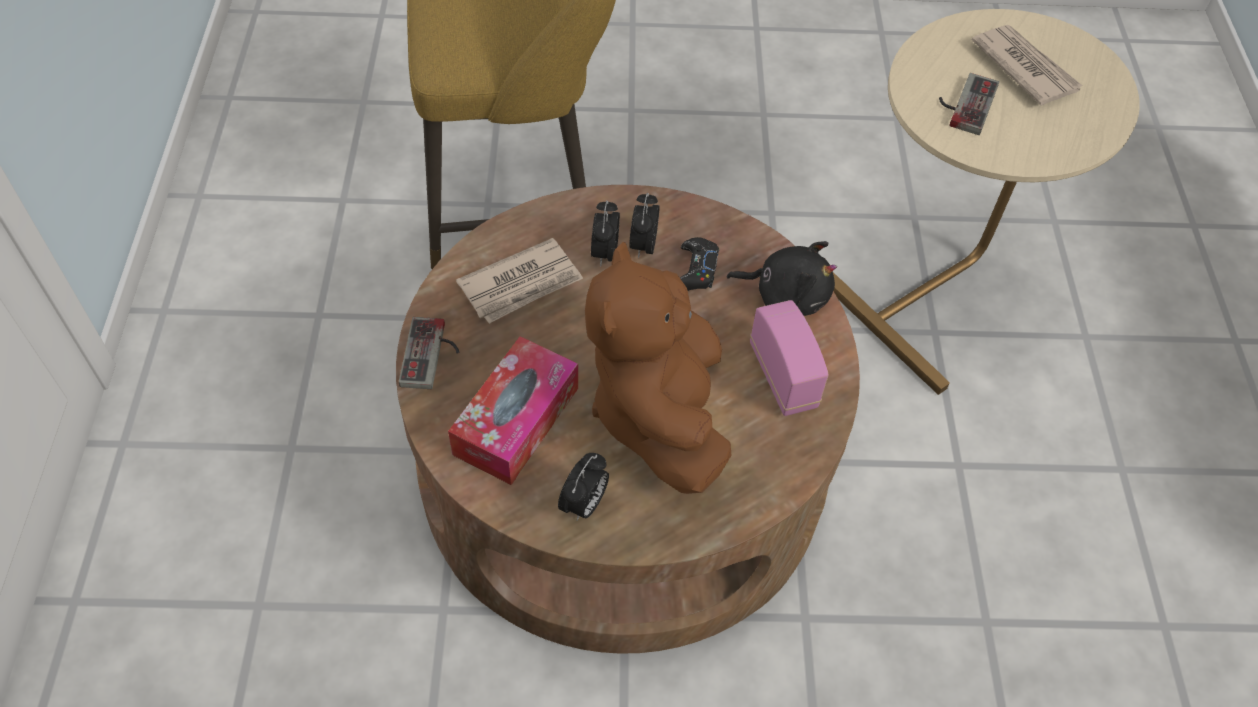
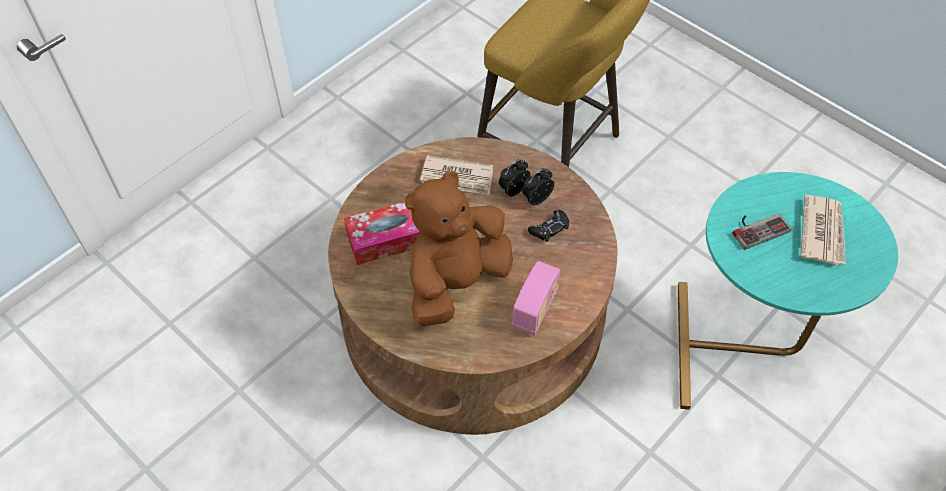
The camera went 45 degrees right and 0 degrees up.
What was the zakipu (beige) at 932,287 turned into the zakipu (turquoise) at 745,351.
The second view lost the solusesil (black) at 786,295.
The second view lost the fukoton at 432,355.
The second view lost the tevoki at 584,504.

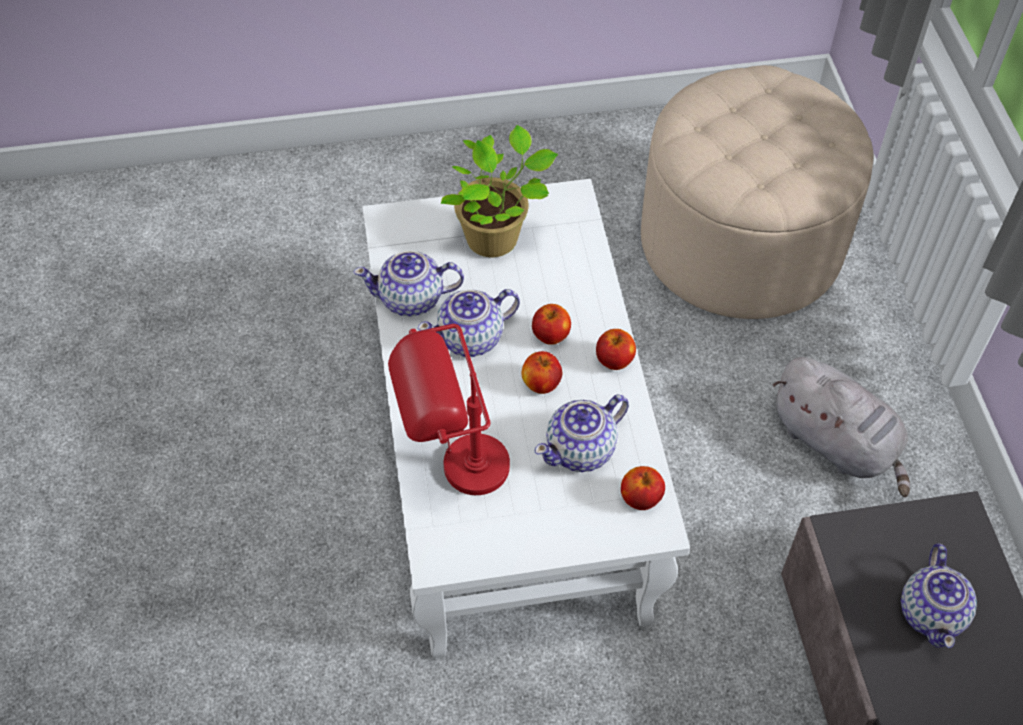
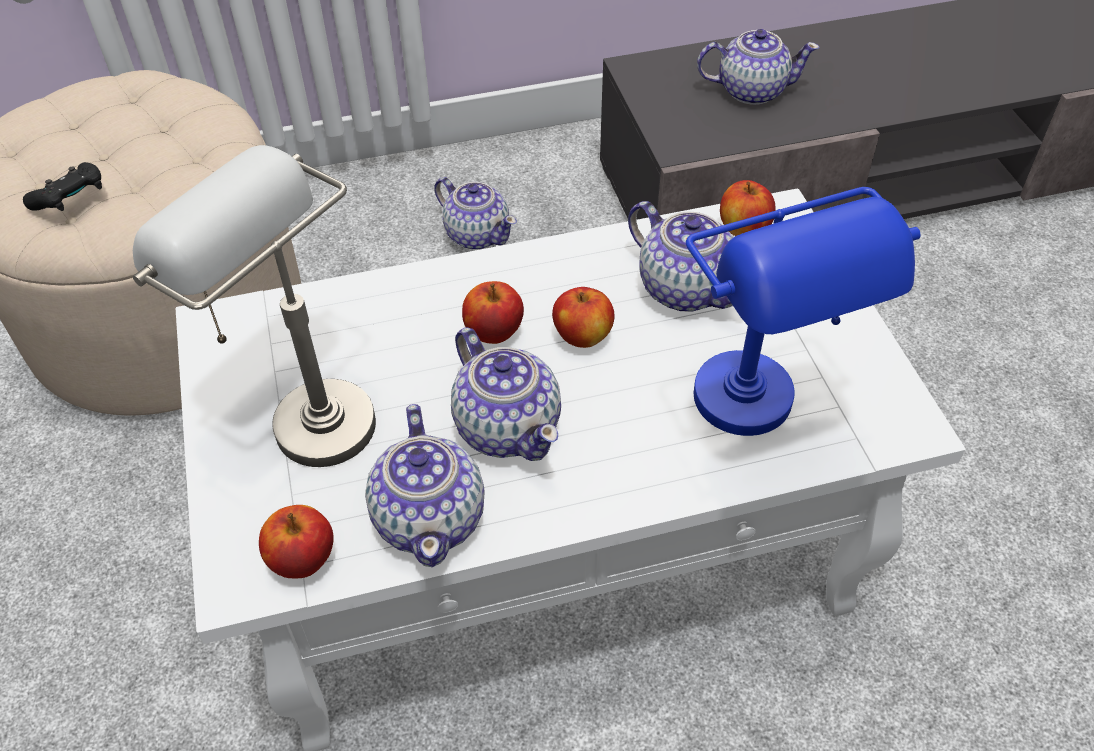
The camera went 95 degrees left and 5 degrees down.
Where the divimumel stood at 496,238, the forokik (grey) came to stand at 296,413.
What was the forokik (red) at 454,474 turned into the forokik (blue) at 762,421.
The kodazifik ended up elsewhere, having gone from 614,360 to 302,560.
Where the solusesil (grey) stood at 837,443, the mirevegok came to stand at 477,234.
The second view gained the fukoton (black) at 72,200.

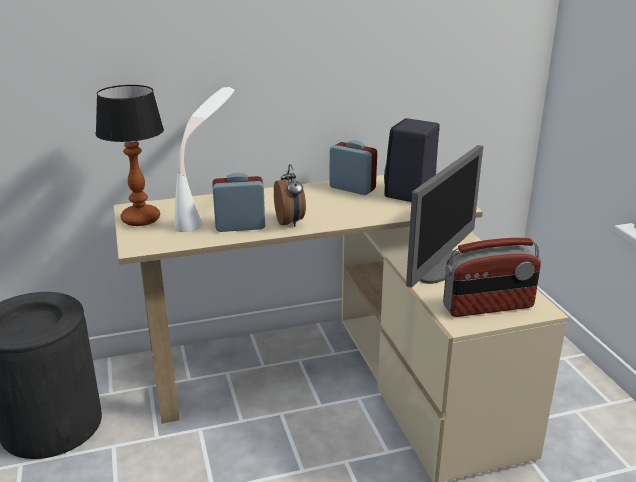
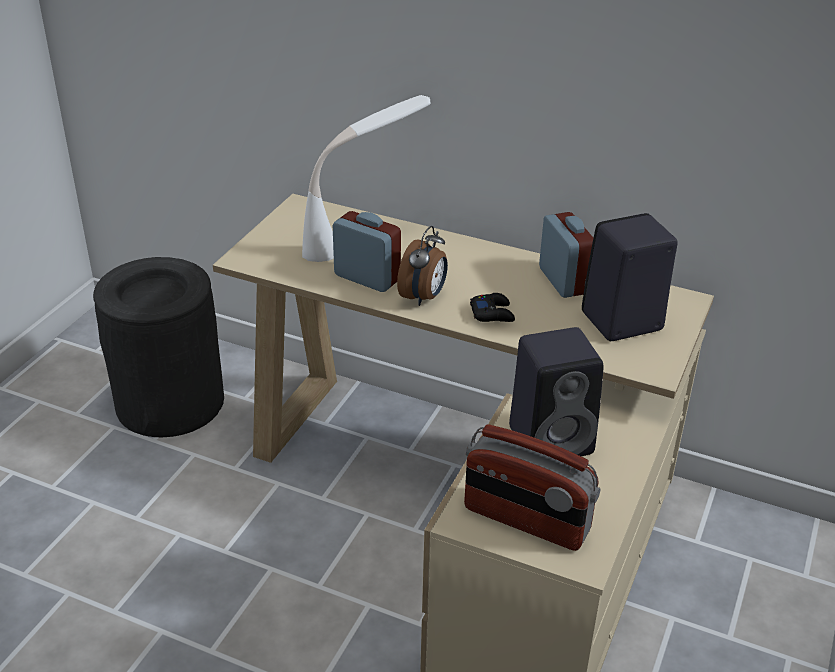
The camera went 40 degrees right and 10 degrees up.
The second view lost the forokik at 140,219.
Where the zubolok stood at 440,267, the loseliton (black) came to stand at 553,439.
The second view gained the fukoton (black) at 492,313.

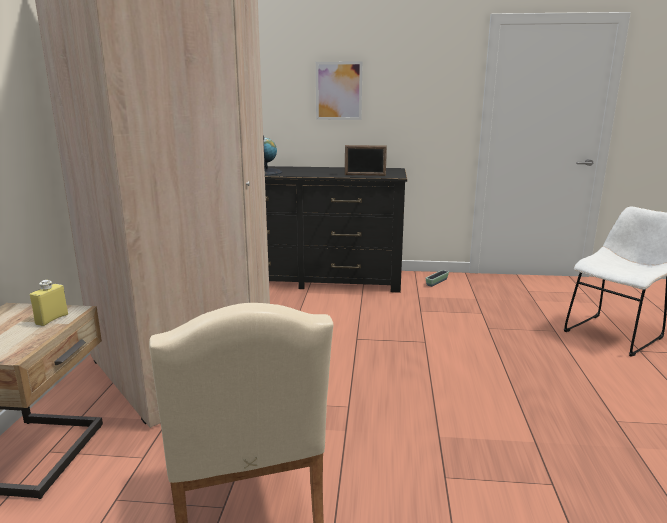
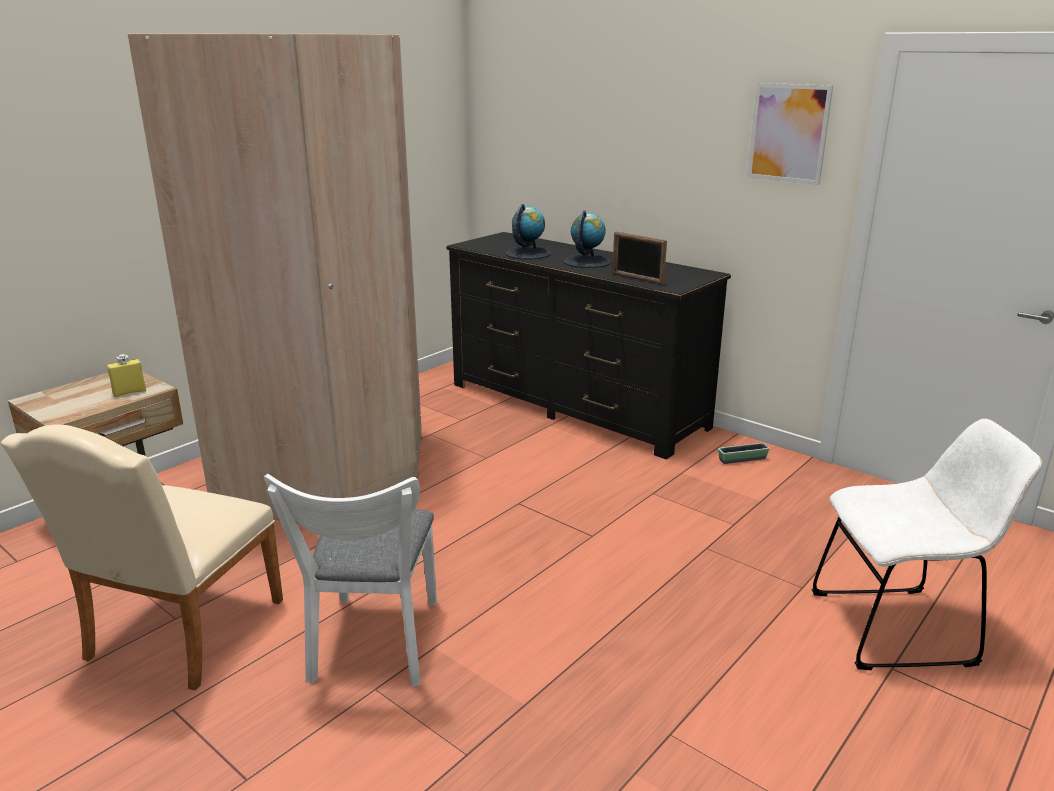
The camera went 35 degrees right and 5 degrees up.
The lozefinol ended up elsewhere, having gone from 338,91 to 788,133.
The second view gained the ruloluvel at 586,262.
The second view gained the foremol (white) at 373,647.

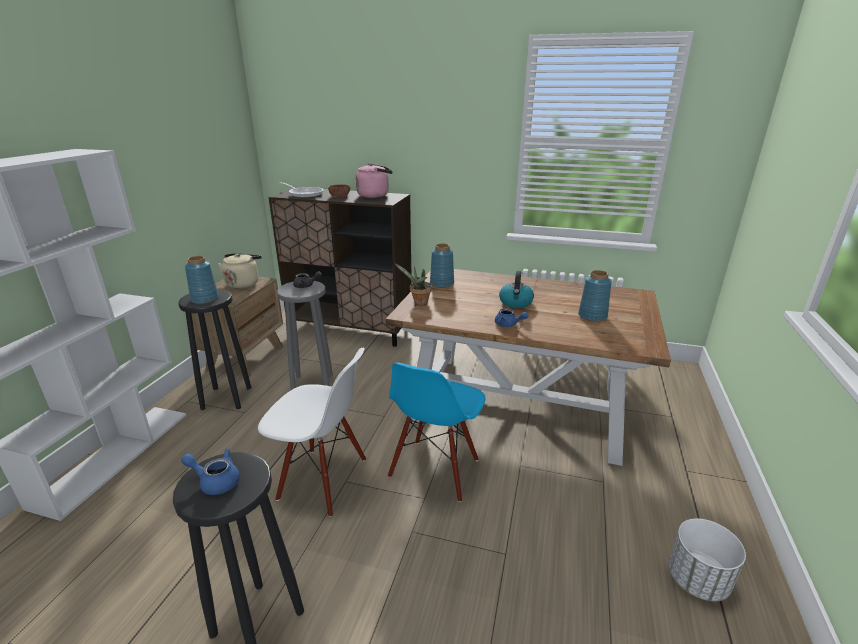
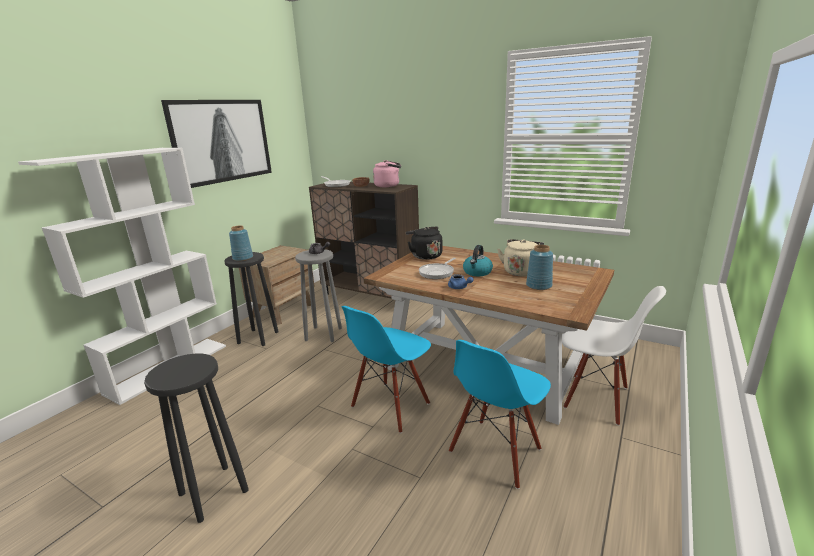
The camera went 15 degrees right and 5 degrees down.
Where the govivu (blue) stood at 442,283, the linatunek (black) came to stand at 425,256.
The linatunek (beige) ended up elsewhere, having gone from 243,283 to 521,271.
The second view lost the divimumel at 418,302.
The foremol (white) ended up elsewhere, having gone from 323,480 to 596,398.
The second view lost the mirevegok (blue) at 216,481.
The second view lost the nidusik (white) at 697,580.
The second view gained the lozefinol at 222,141.
The second view gained the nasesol at 438,273.
The second view gained the foremol (blue) at 495,452.

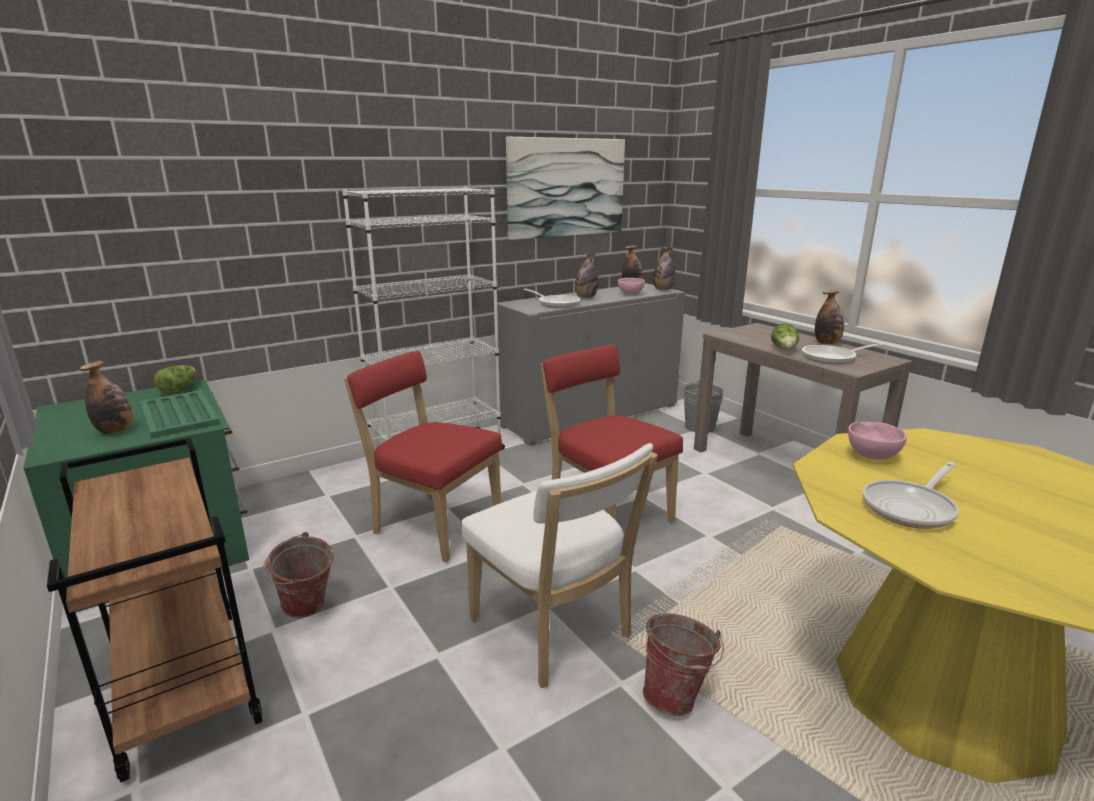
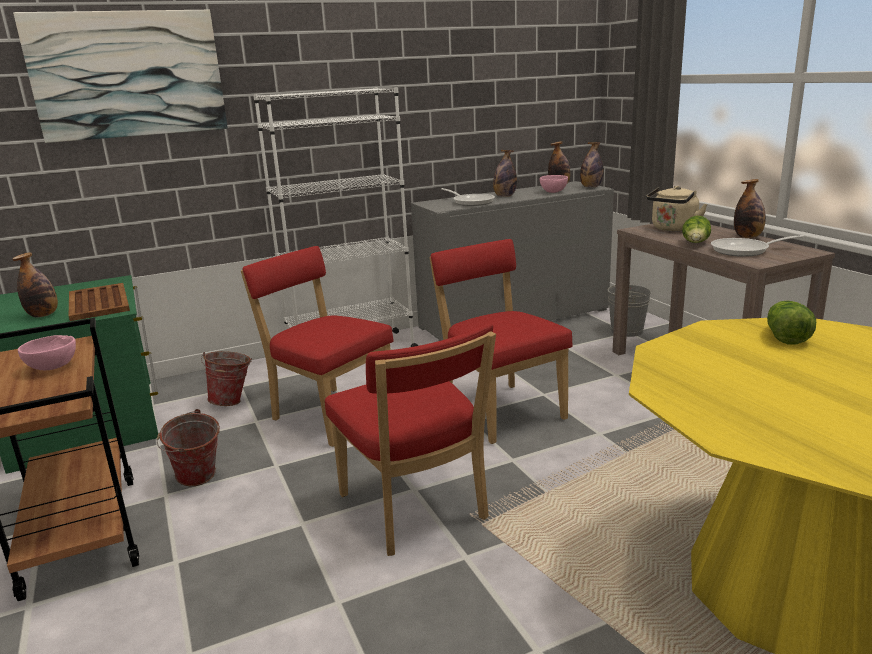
The camera went 10 degrees right and 0 degrees up.
The lozefinol ended up elsewhere, having gone from 566,187 to 128,75.
The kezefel ended up elsewhere, having gone from 179,390 to 785,336.
What was the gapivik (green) at 178,415 turned into the gapivik (brown) at 98,303.
The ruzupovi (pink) ended up elsewhere, having gone from 873,456 to 53,367.
What was the foremol (white) at 554,632 turned into the foremol (red) at 415,511.
The second view lost the nasesol at 911,508.
The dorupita ended up elsewhere, having gone from 678,696 to 233,401.
The second view gained the linatunek (beige) at 673,229.

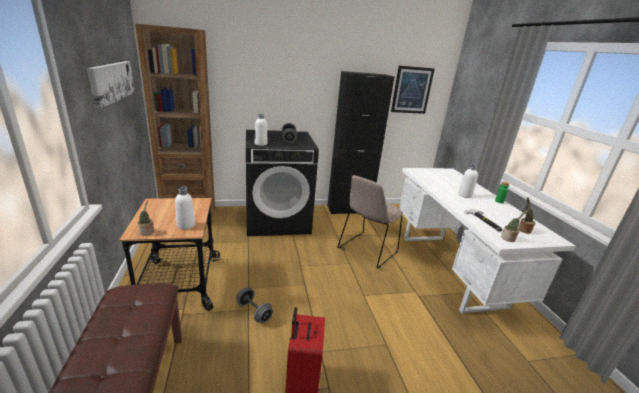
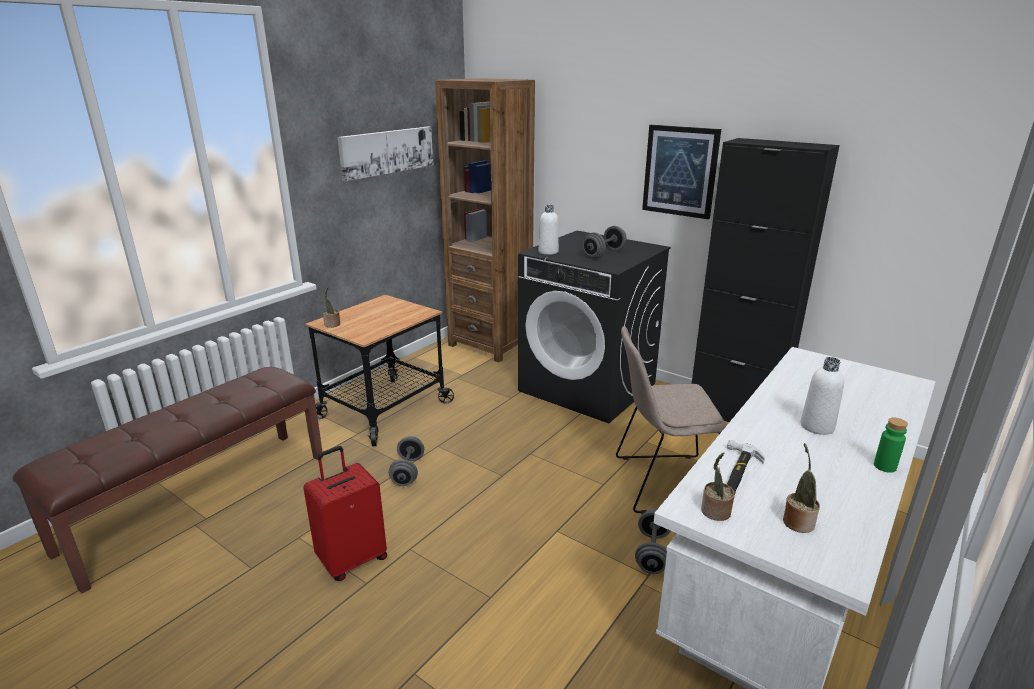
The camera went 50 degrees right and 0 degrees up.
The lozefinol ended up elsewhere, having gone from 411,90 to 680,171.
The second view lost the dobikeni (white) at 186,225.
The second view gained the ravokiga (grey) at 652,553.

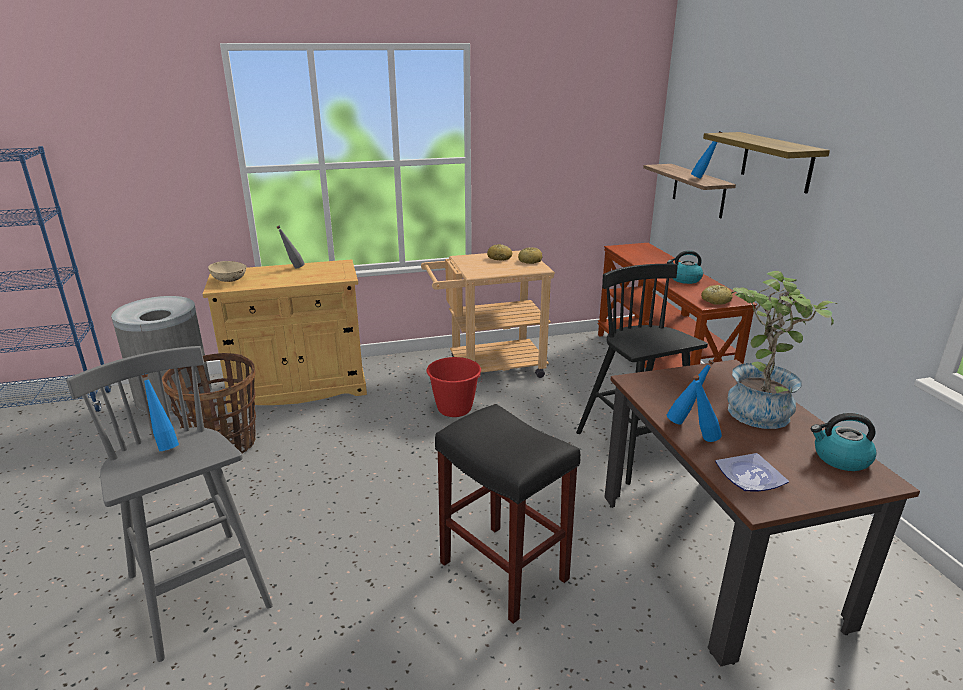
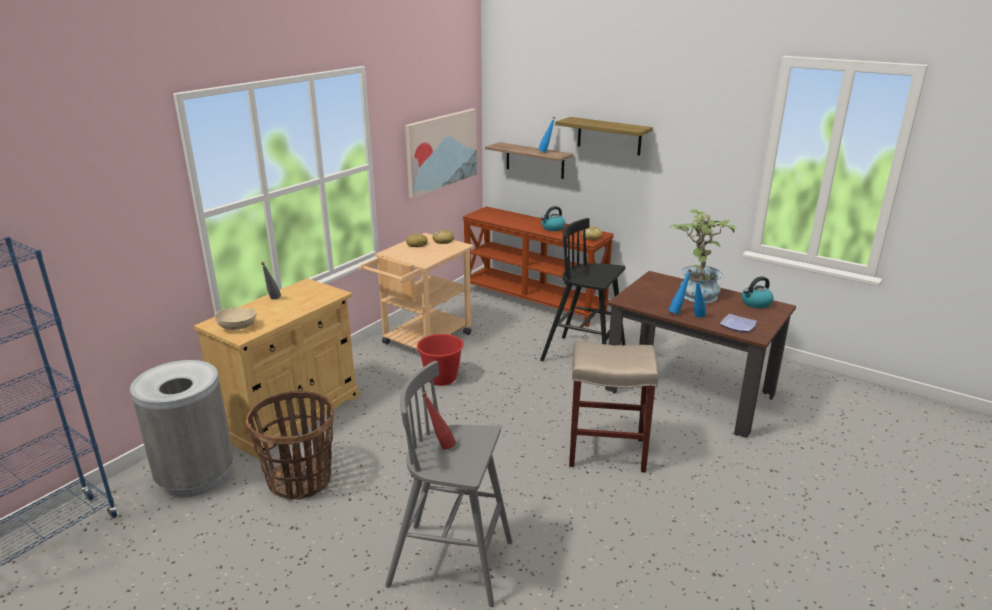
The camera went 40 degrees left and 0 degrees up.
What was the dobikeni (blue) at 166,445 turned into the dobikeni (red) at 440,446.
What was the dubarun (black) at 505,571 turned into the dubarun (beige) at 608,452.
The second view gained the lozefinol at 441,151.

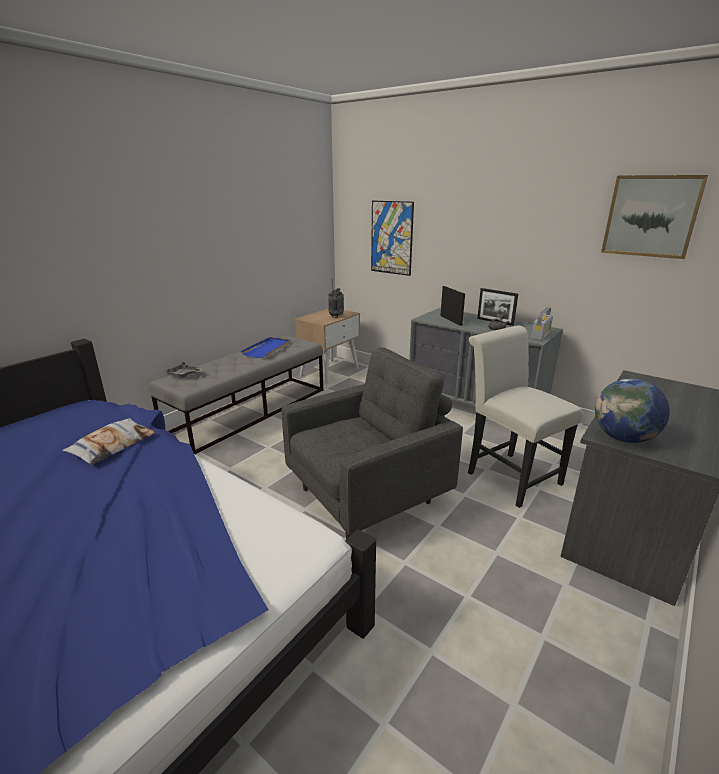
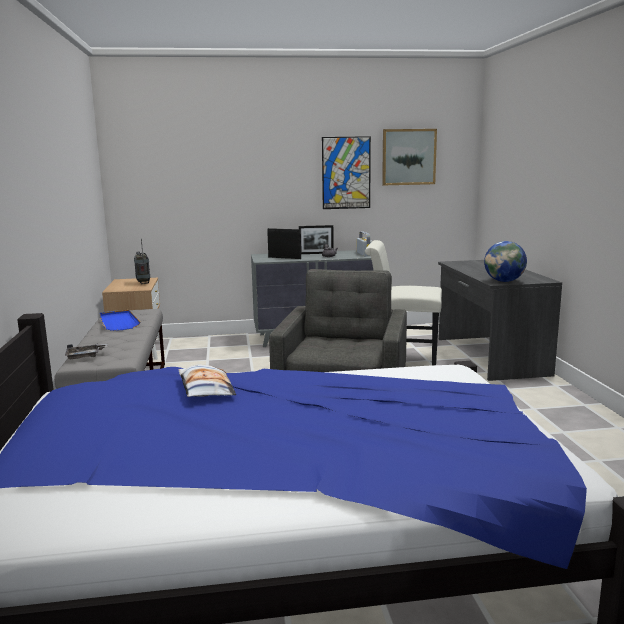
The camera went 45 degrees left and 10 degrees down.
The lozefinol ended up elsewhere, having gone from 391,238 to 346,173.

